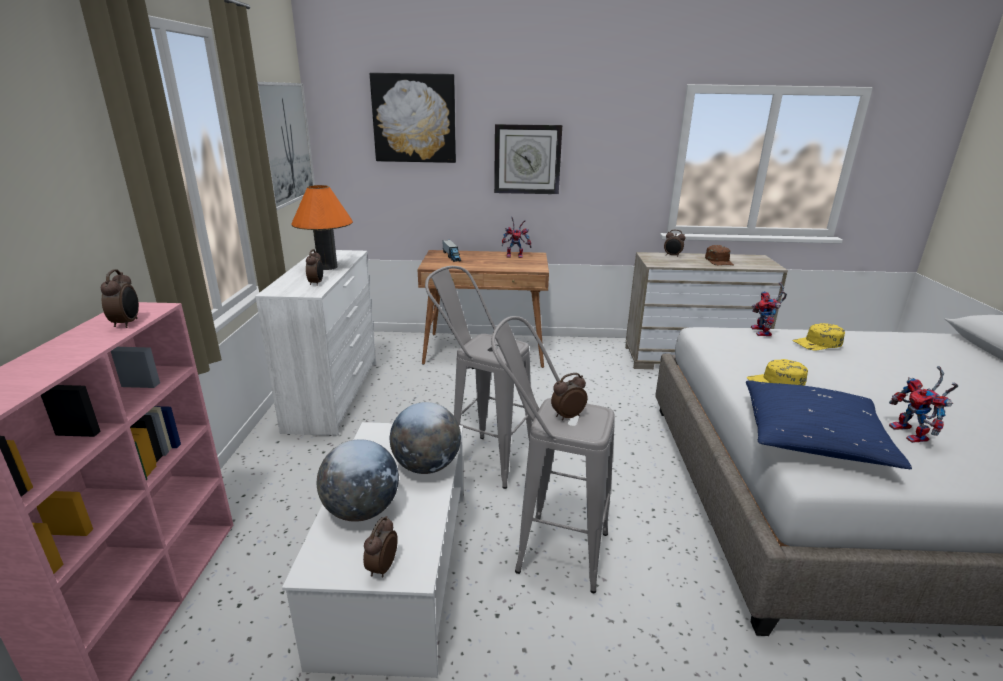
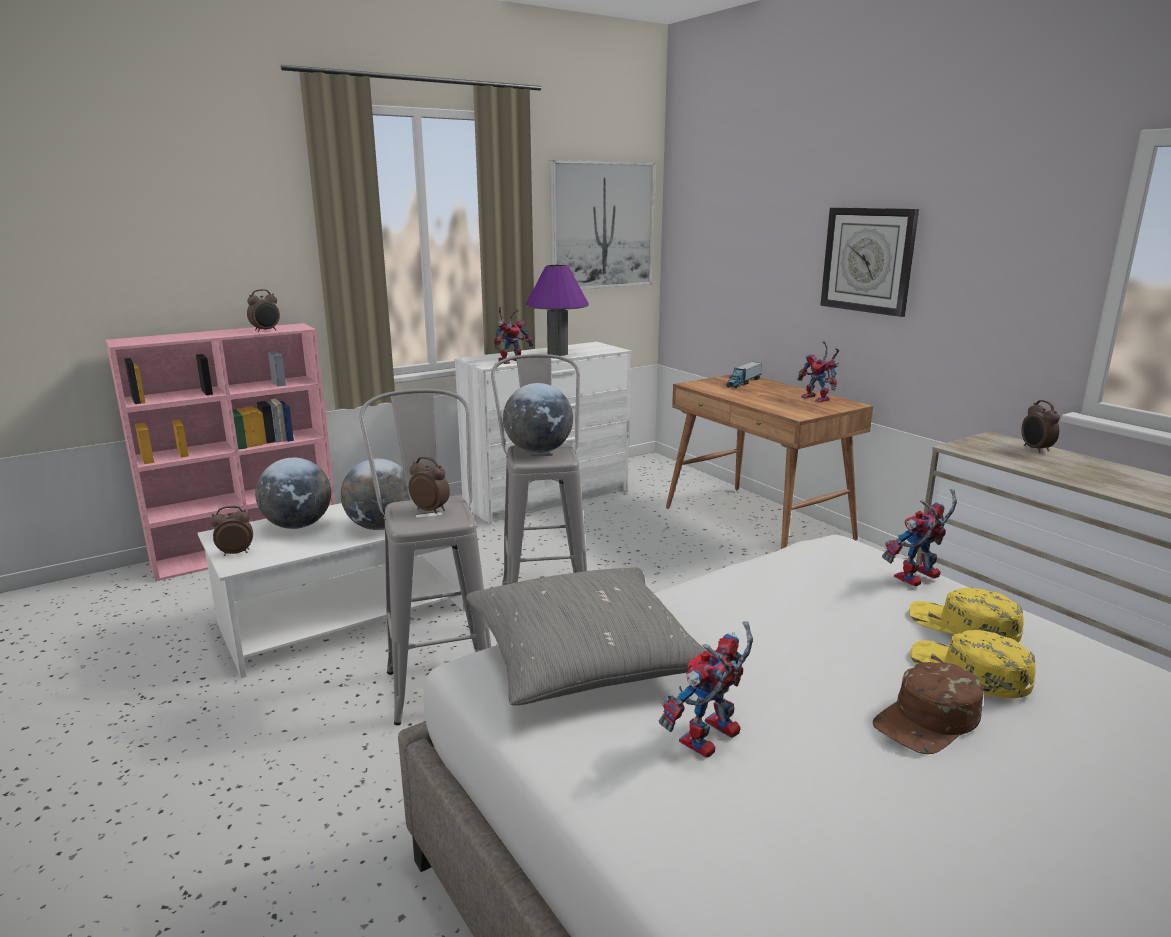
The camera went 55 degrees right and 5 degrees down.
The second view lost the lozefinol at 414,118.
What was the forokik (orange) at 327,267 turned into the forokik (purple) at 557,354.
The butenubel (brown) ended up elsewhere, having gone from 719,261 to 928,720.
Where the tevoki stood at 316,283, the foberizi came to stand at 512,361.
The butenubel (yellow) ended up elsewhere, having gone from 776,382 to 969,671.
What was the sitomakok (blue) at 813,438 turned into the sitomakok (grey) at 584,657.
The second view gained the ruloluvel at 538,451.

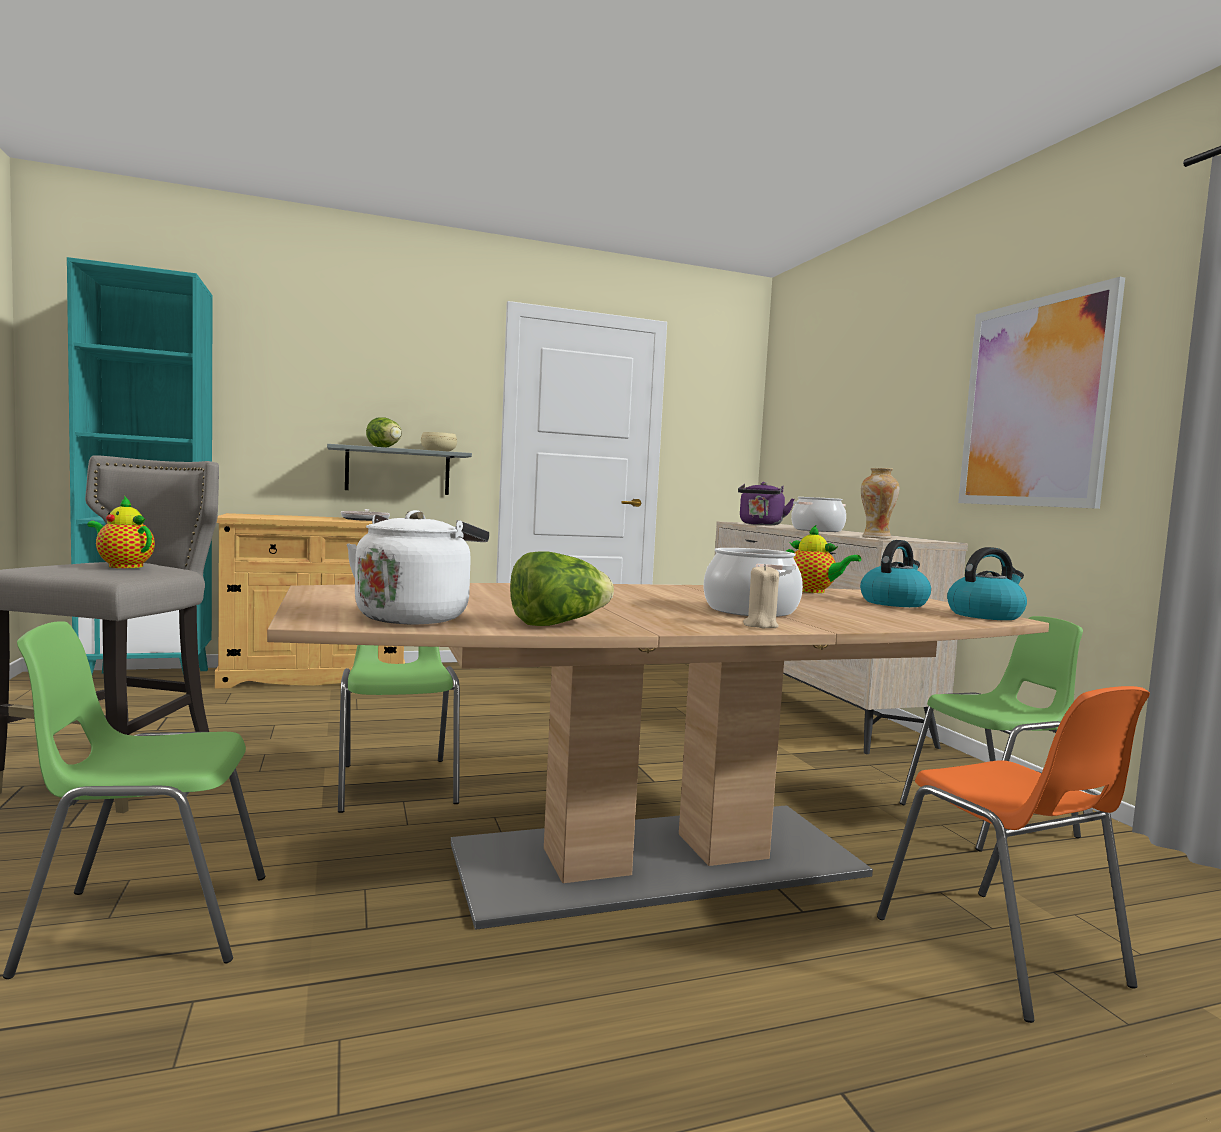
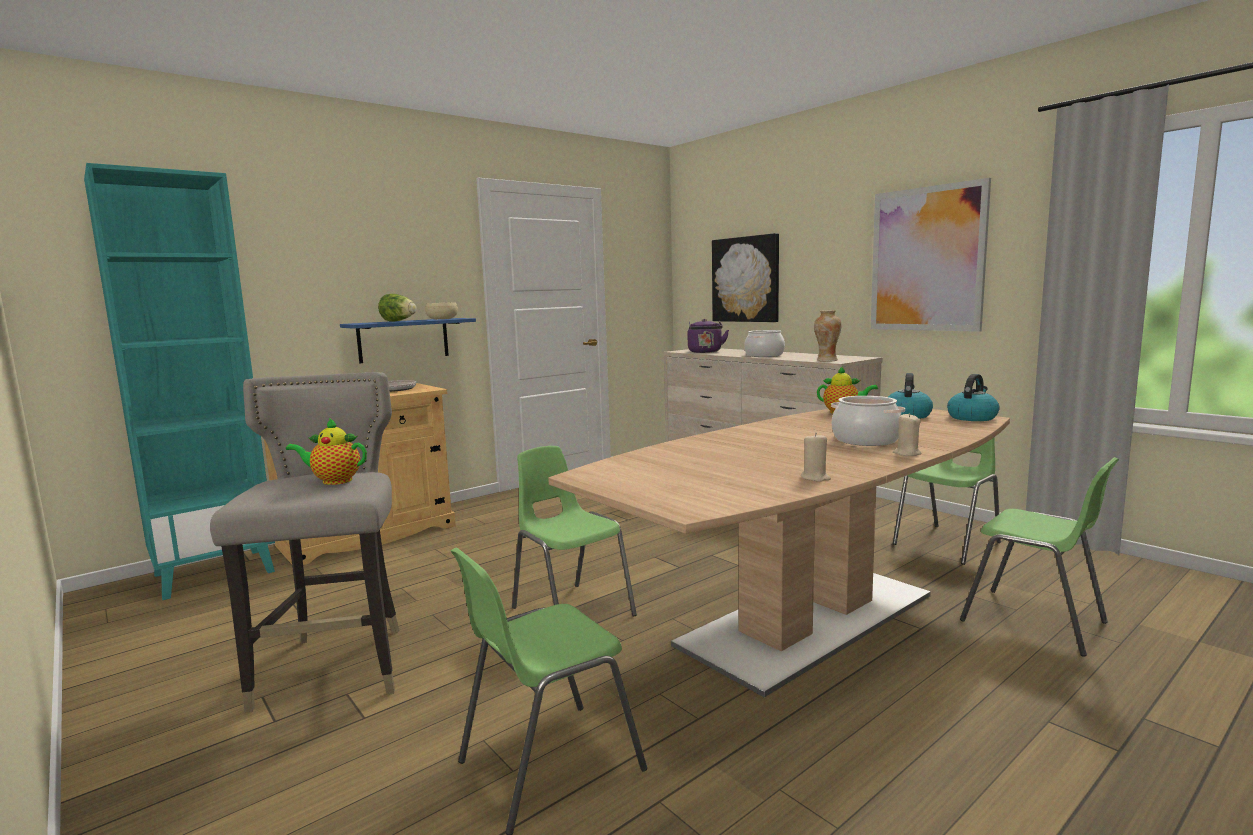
The camera went 20 degrees left and 5 degrees up.
What was the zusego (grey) at 398,471 turned into the zusego (blue) at 403,340.
The second view lost the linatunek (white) at 415,617.
Where the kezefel stood at 557,624, the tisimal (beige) came to stand at 815,478.
What was the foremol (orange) at 1001,952 turned into the foremol (green) at 1034,622.
The second view gained the lozefinol at 746,279.

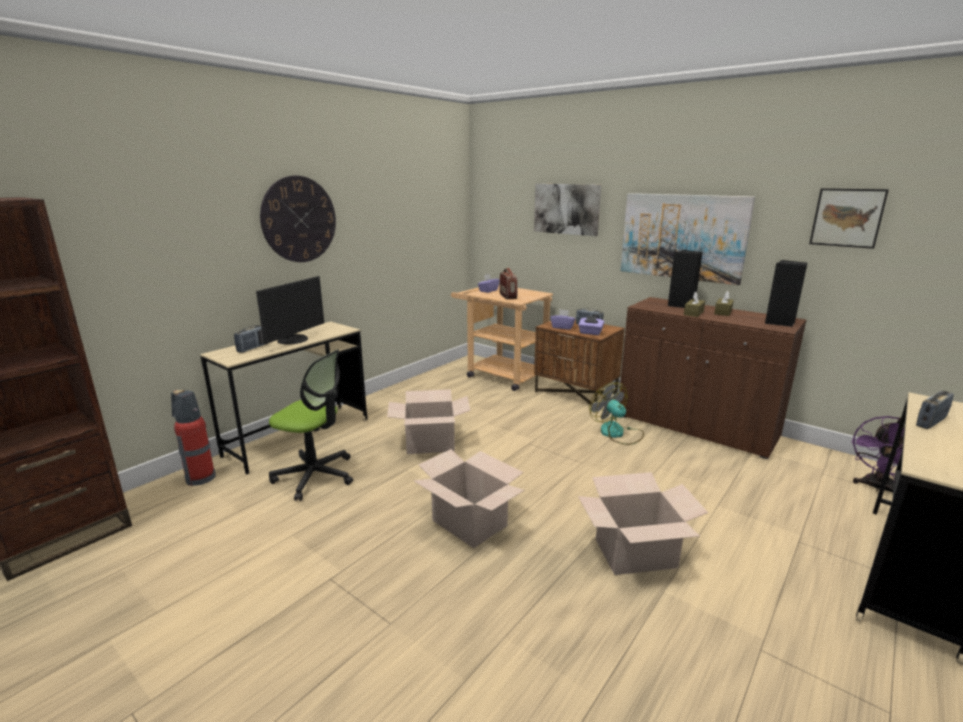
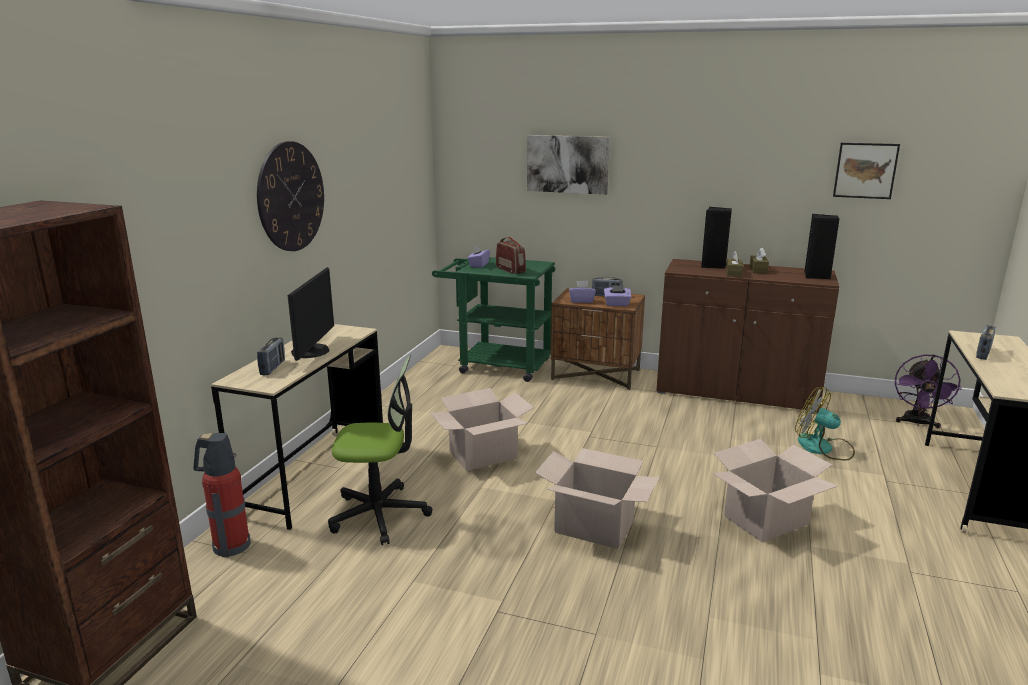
The camera went 20 degrees left and 0 degrees up.
The second view lost the lozefinol at 682,237.
What was the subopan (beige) at 500,374 turned into the subopan (green) at 497,365.
The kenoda ended up elsewhere, having gone from 617,433 to 823,448.

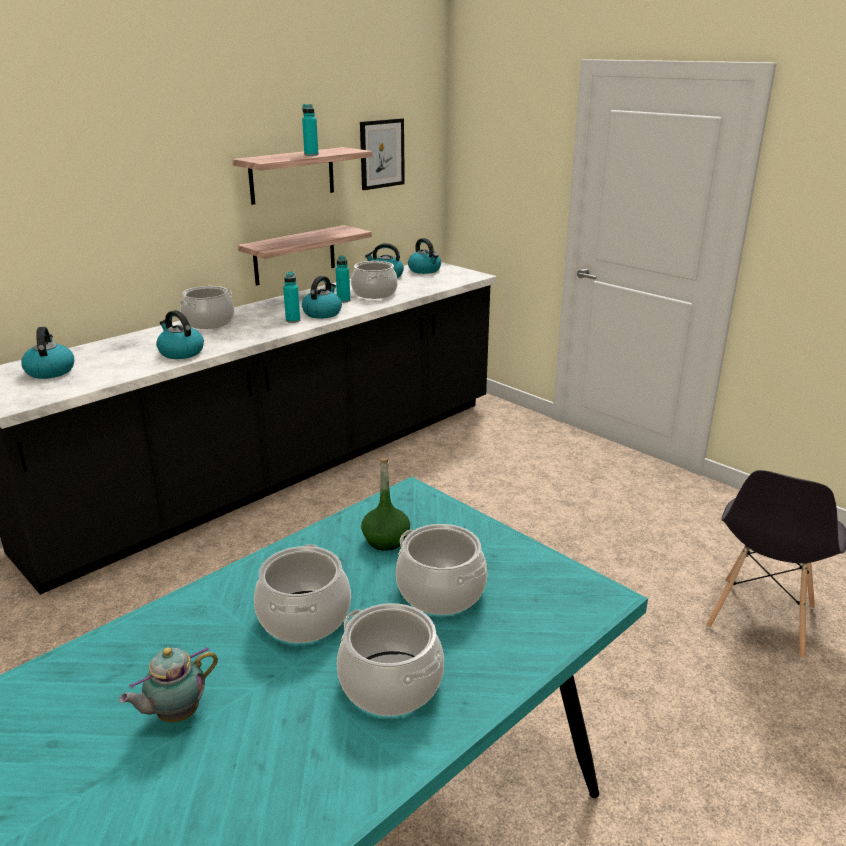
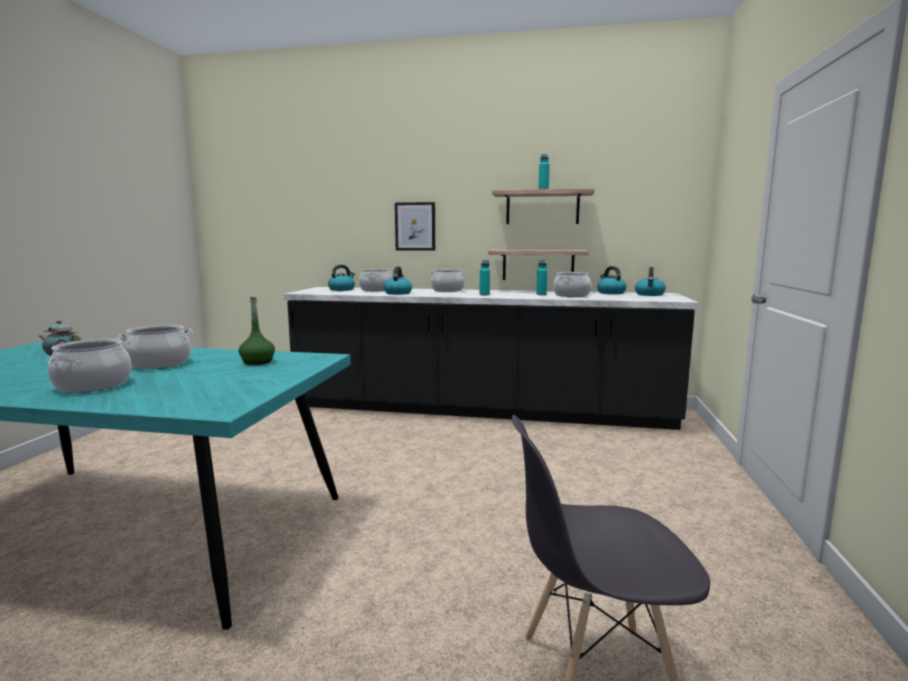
The camera went 55 degrees right and 15 degrees down.
The lozefinol ended up elsewhere, having gone from 381,154 to 415,226.
The second view lost the linatunek at 322,313.
The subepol ended up elsewhere, having gone from 440,591 to 375,290.

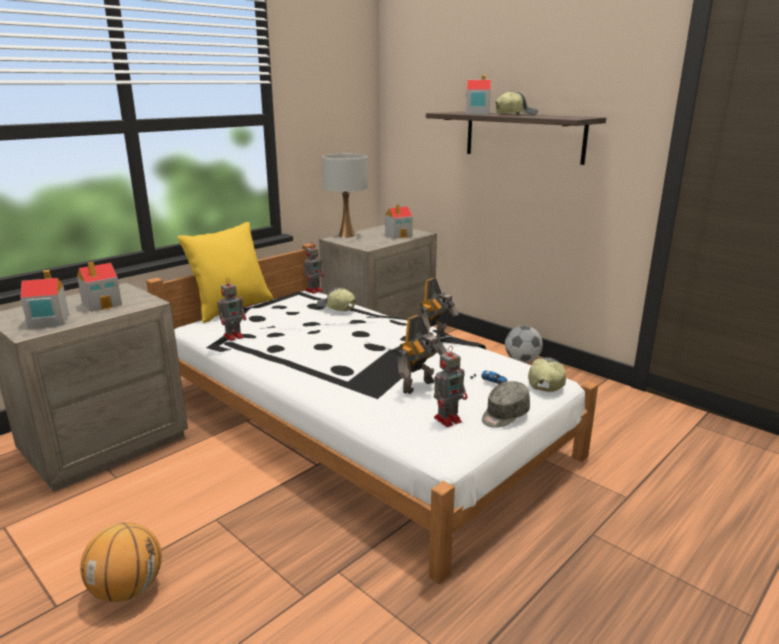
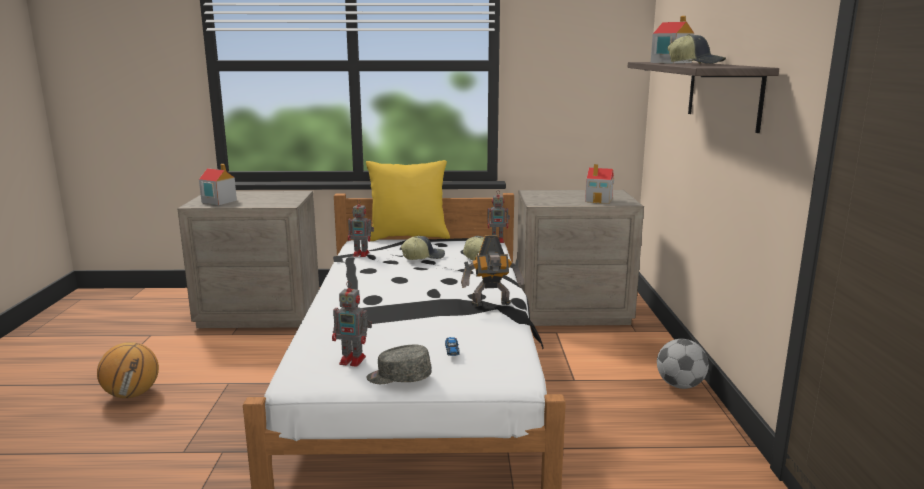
The camera went 45 degrees right and 5 degrees down.
The second view lost the forokik (white) at 346,235.
The second view lost the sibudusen at 102,304.
The second view lost the foberizi at 420,387.
The butenubel ended up elsewhere, having gone from 545,382 to 423,257.

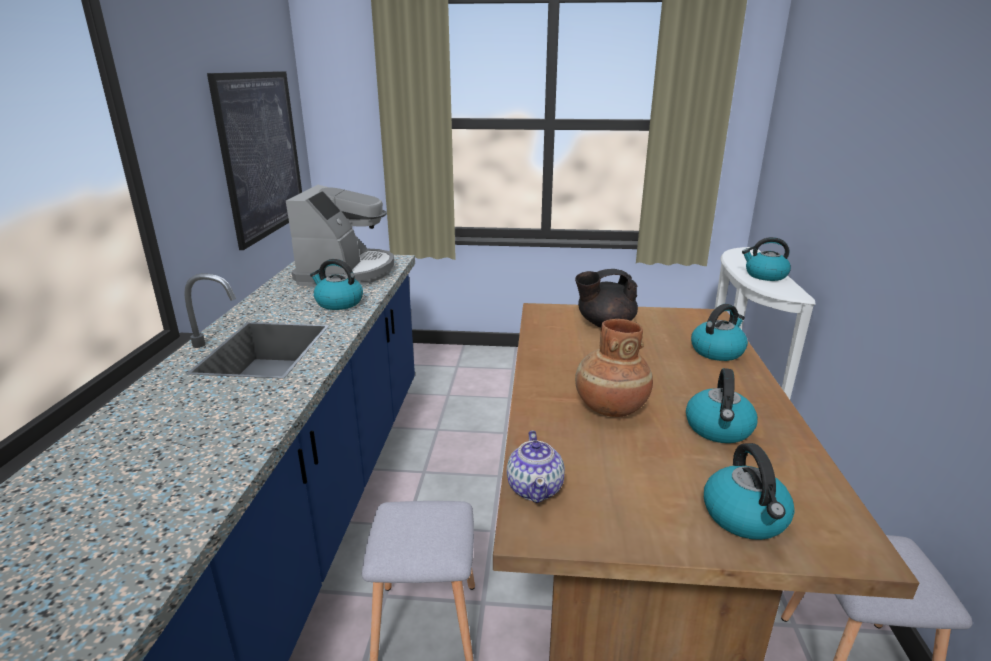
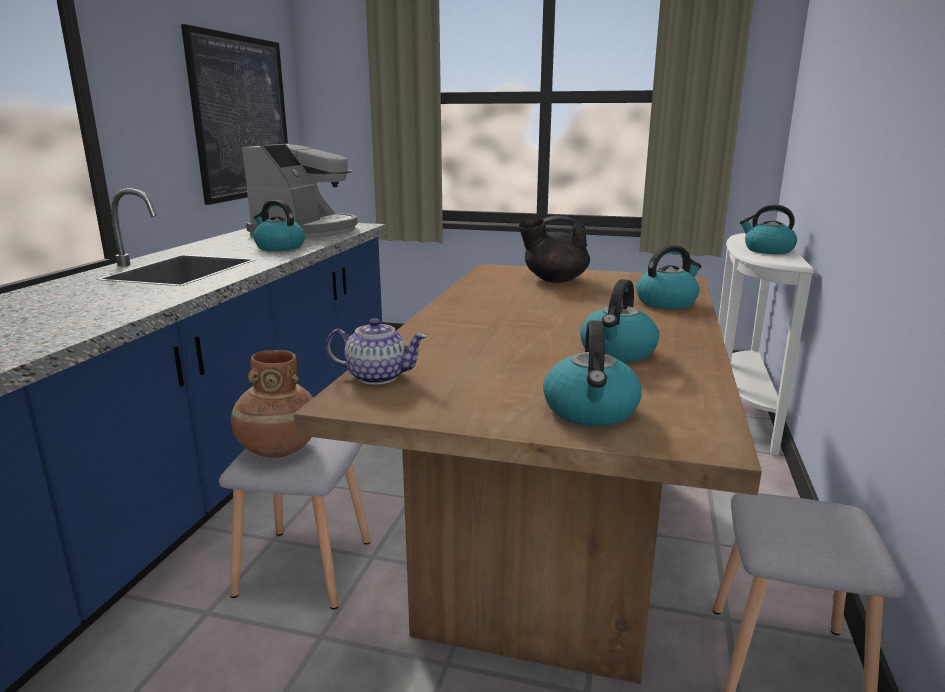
The camera went 10 degrees right and 5 degrees down.
The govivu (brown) ended up elsewhere, having gone from 610,407 to 277,448.
The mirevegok at 535,488 ended up facing another way, 90 degrees counterclockwise from before.

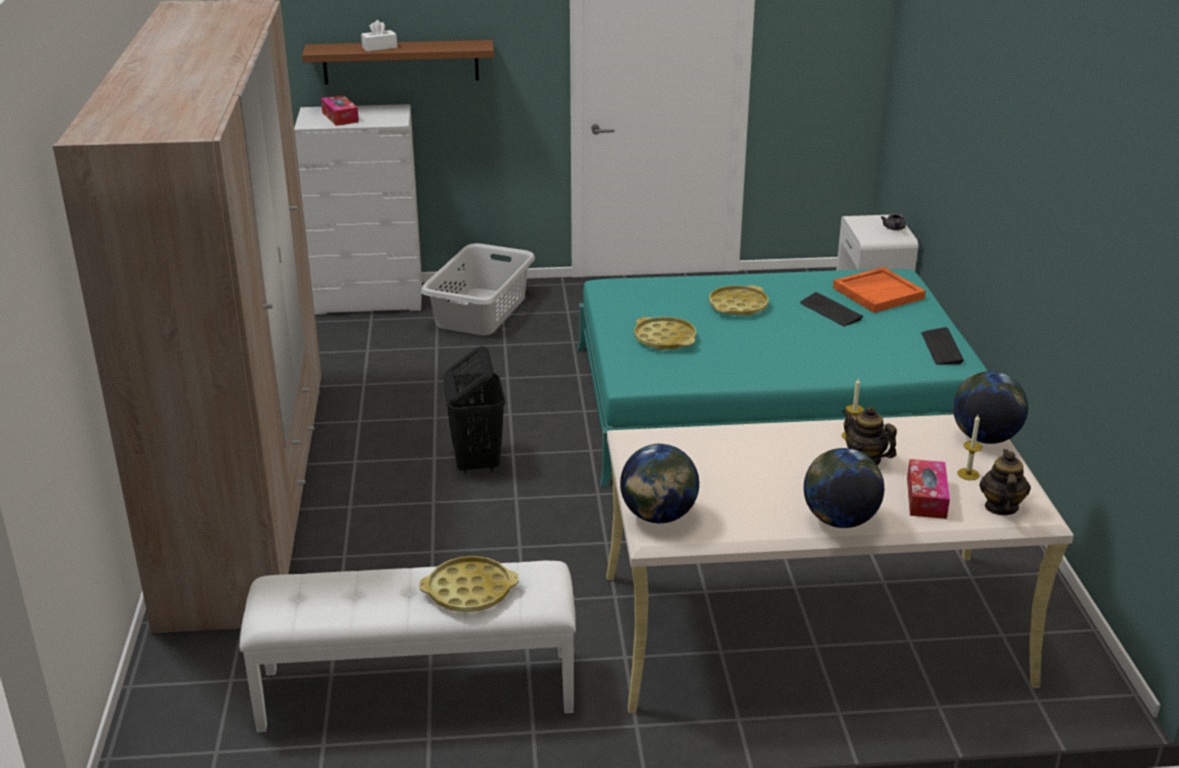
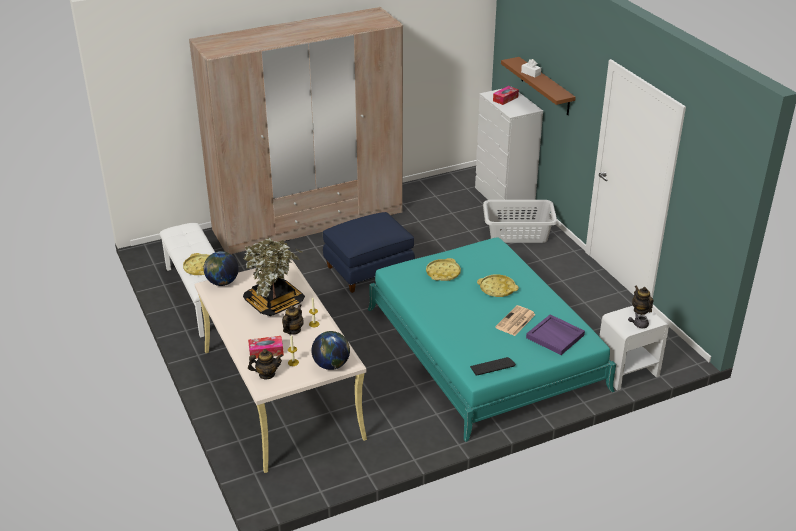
The camera went 70 degrees right and 5 degrees up.
What was the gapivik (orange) at 878,293 turned into the gapivik (purple) at 555,336.
Where the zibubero stood at 830,311, the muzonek came to stand at 515,321.
Where the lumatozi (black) stood at 476,462, the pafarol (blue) came to stand at 368,269.
The second view lost the ruloluvel at 839,521.
The second view gained the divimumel at 274,303.
The second view gained the mirevegok at 640,310.

